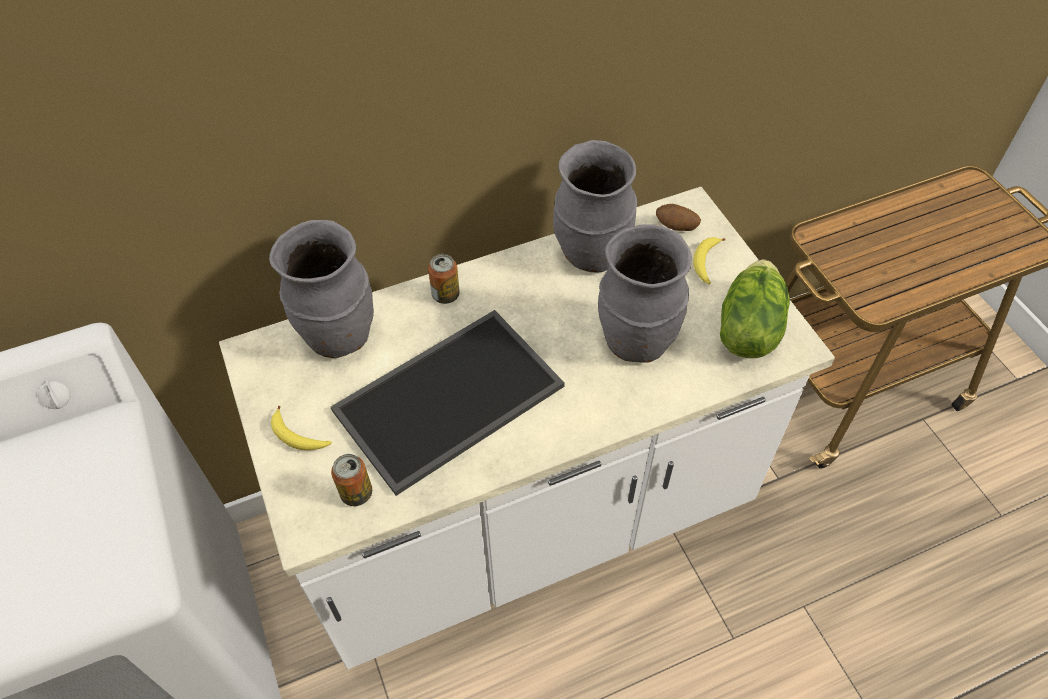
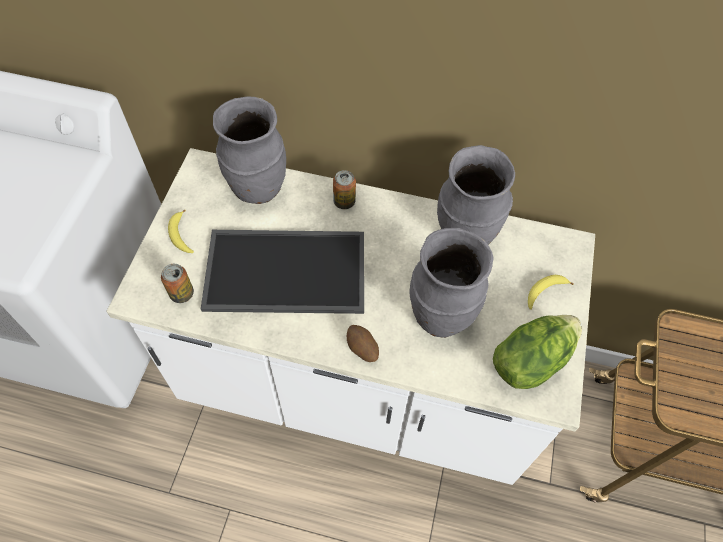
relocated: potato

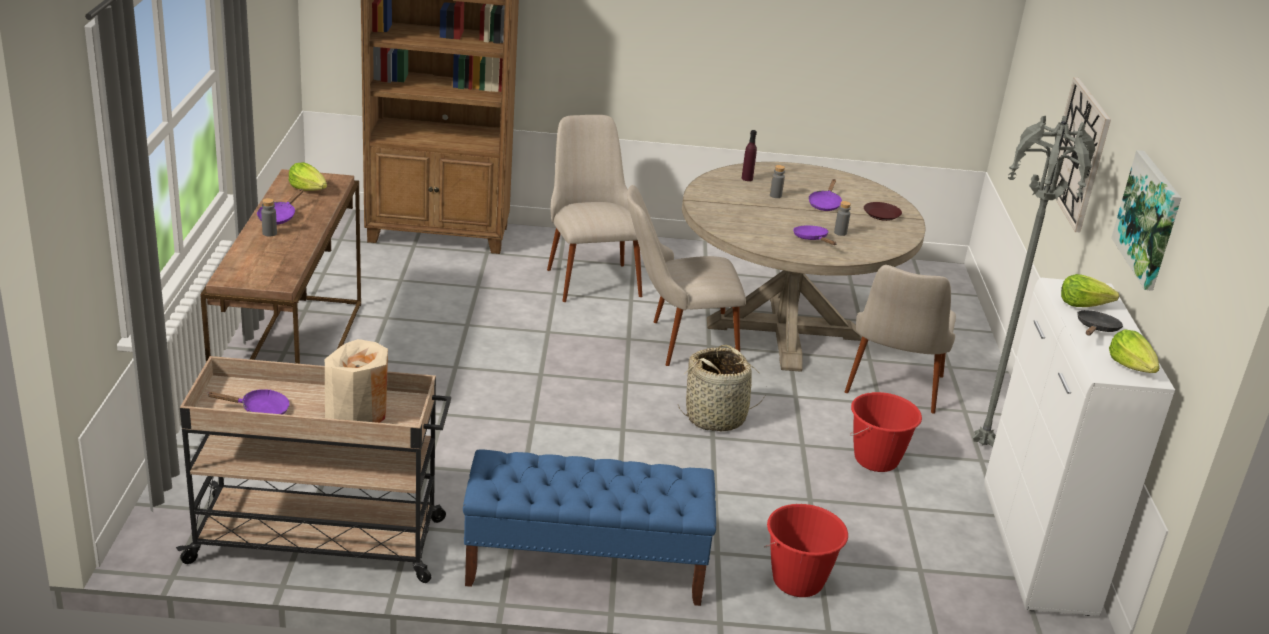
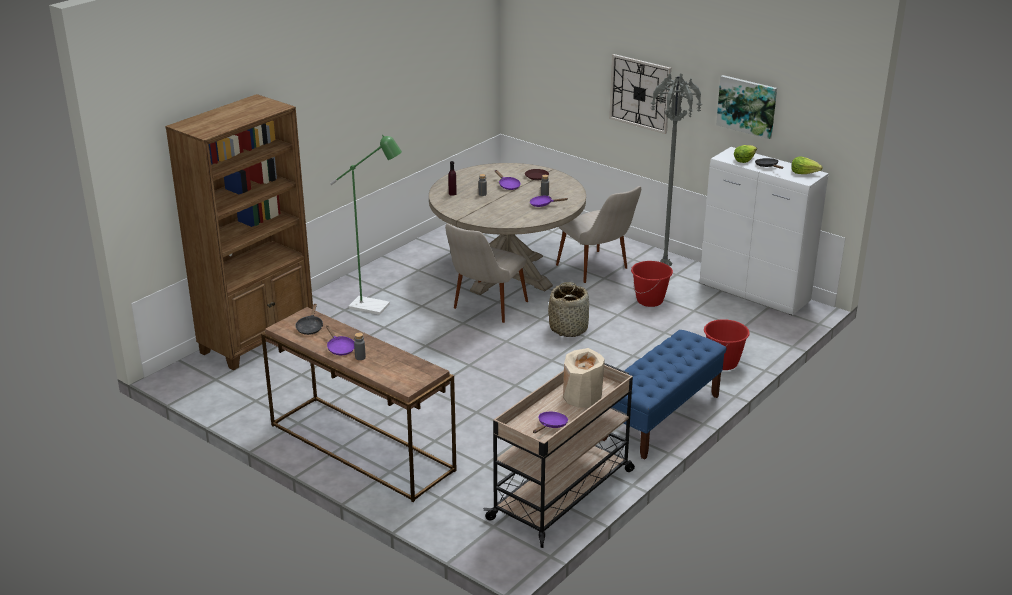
exchanged: lettuce (no. 1 from left) to frying pan (black) (no. 1 from left); chair (beige) (no. 1 from left) to floor lamp (green)

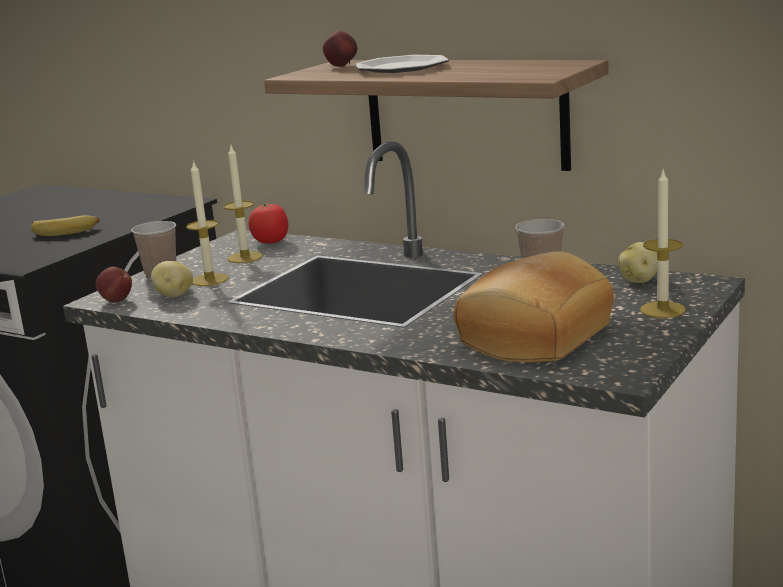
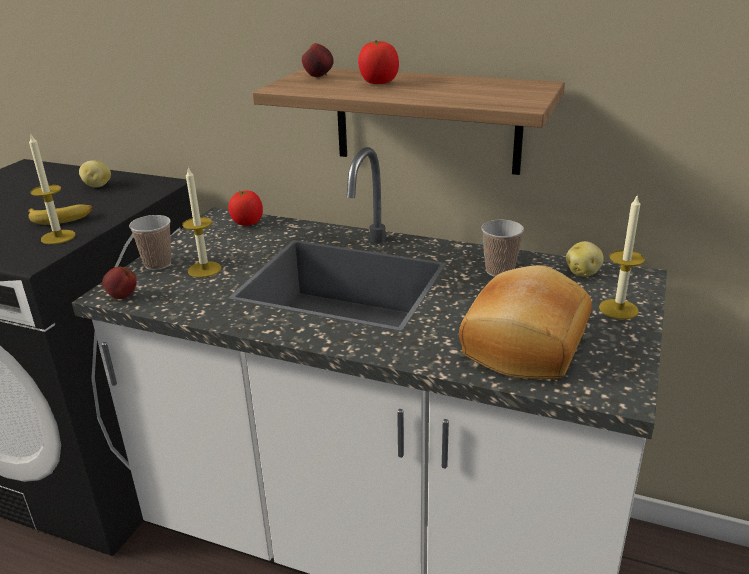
relocated: potato (no. 1 from left); candle (no. 2 from left in the first image) to candle (no. 1 from left)
exchanged: plate to tomato (no. 2 from left)

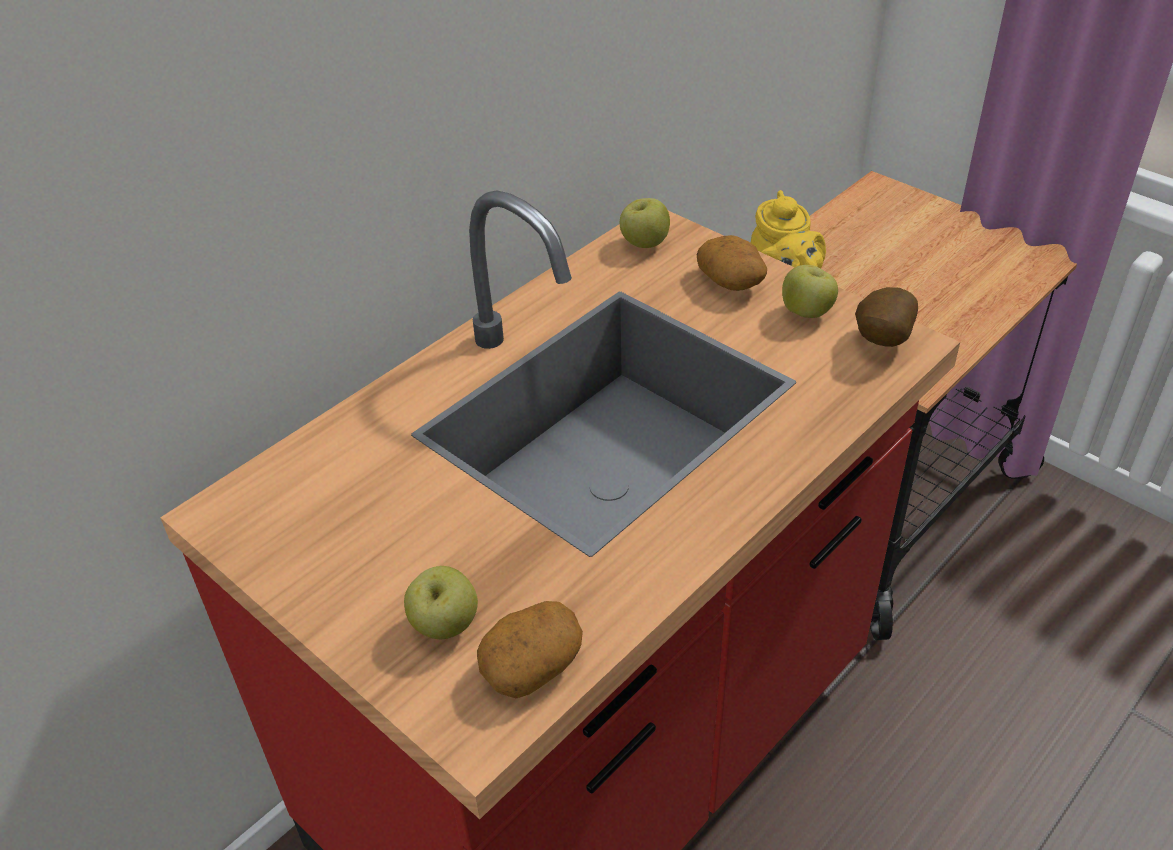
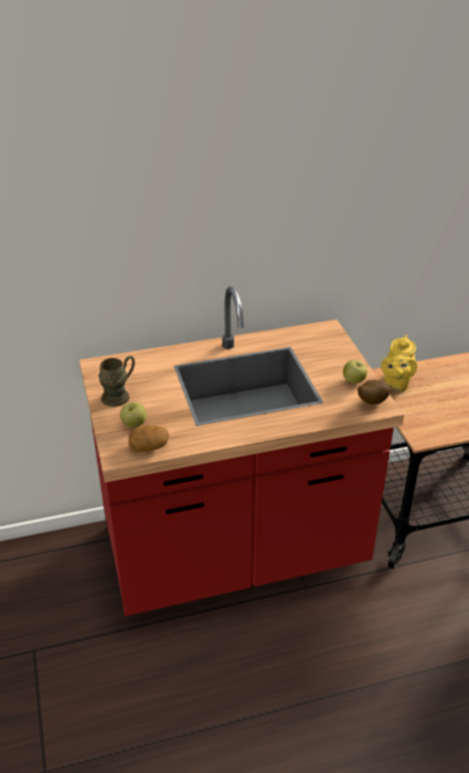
missing: apple (no. 2 from left); potato (no. 2 from left)
appeared: mug (brown)

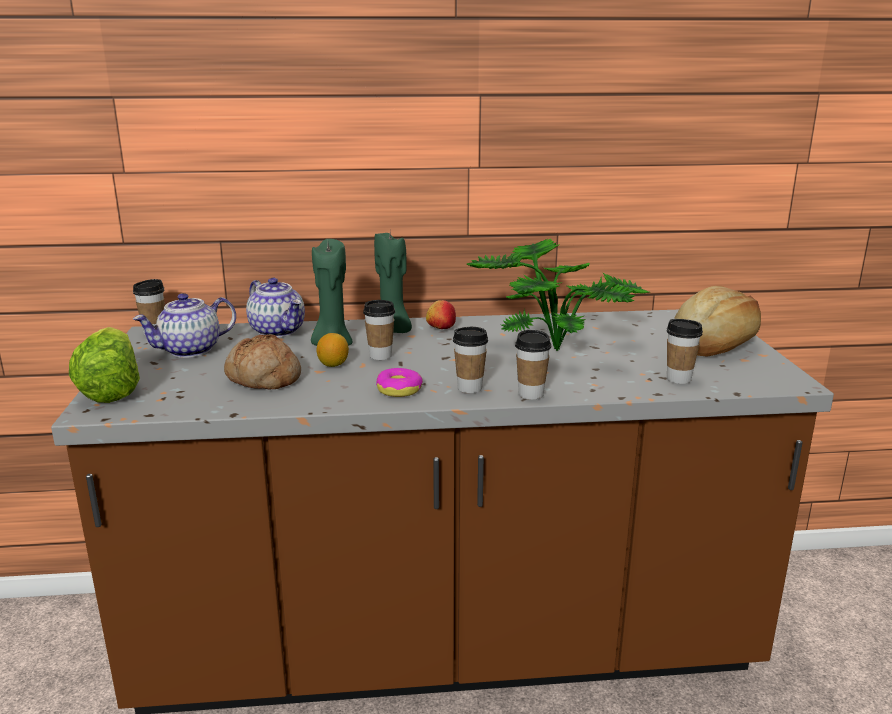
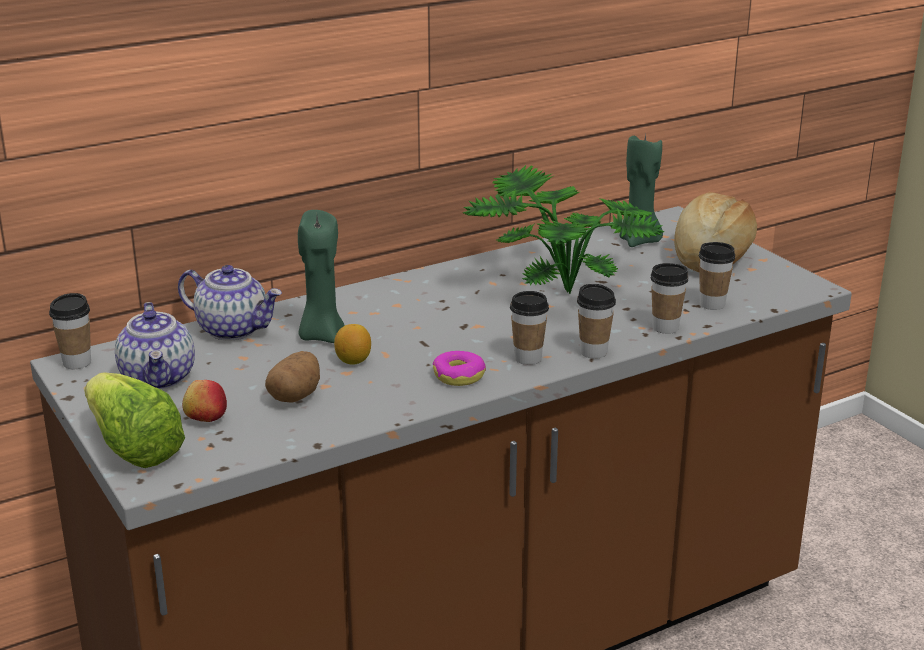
relocated: cup (no. 2 from left in the first image) to cup (no. 4 from left); candle (green) (no. 2 from left); apple
exchanged: bread (no. 1 from left) to potato
spun: teapot (no. 1 from left) 45 degrees counterclockwise

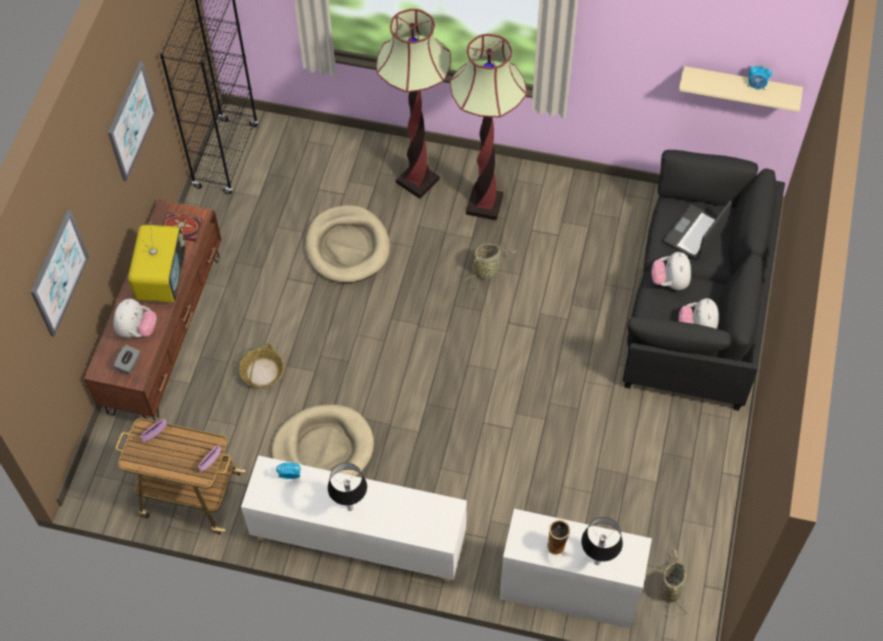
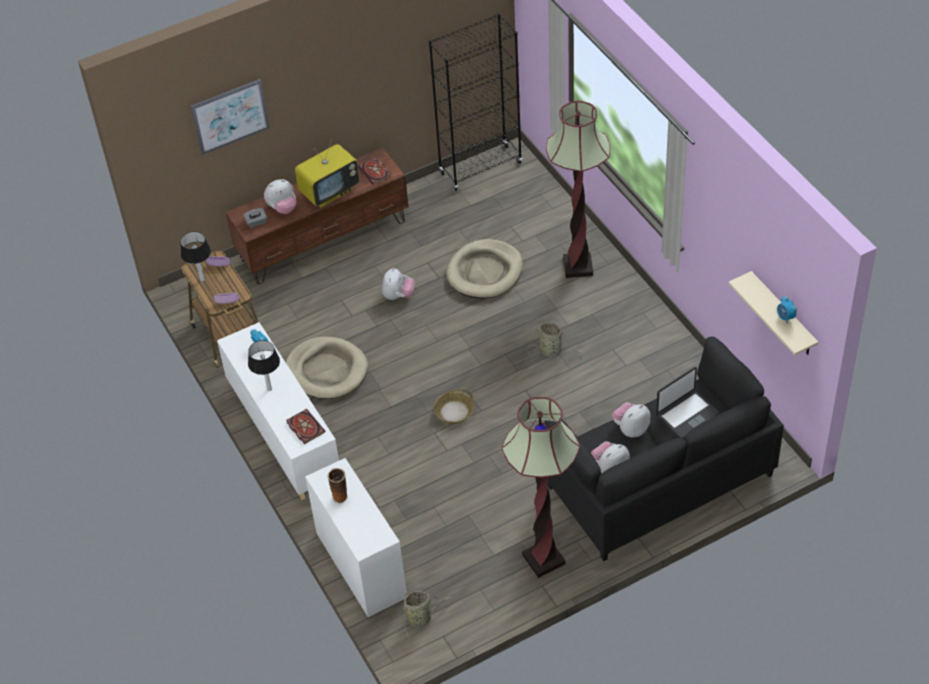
missing: picture (no. 2 from left)
appeared: book (no. 1 from left); plush toy (no. 2 from left)
relocated: basket (no. 1 from left in the first image) to basket (no. 2 from left); floor lamp (no. 2 from left in the first image) to floor lamp (no. 1 from left); table lamp (no. 2 from left in the first image) to table lamp (no. 1 from left)
spun: laptop 150 degrees clockwise

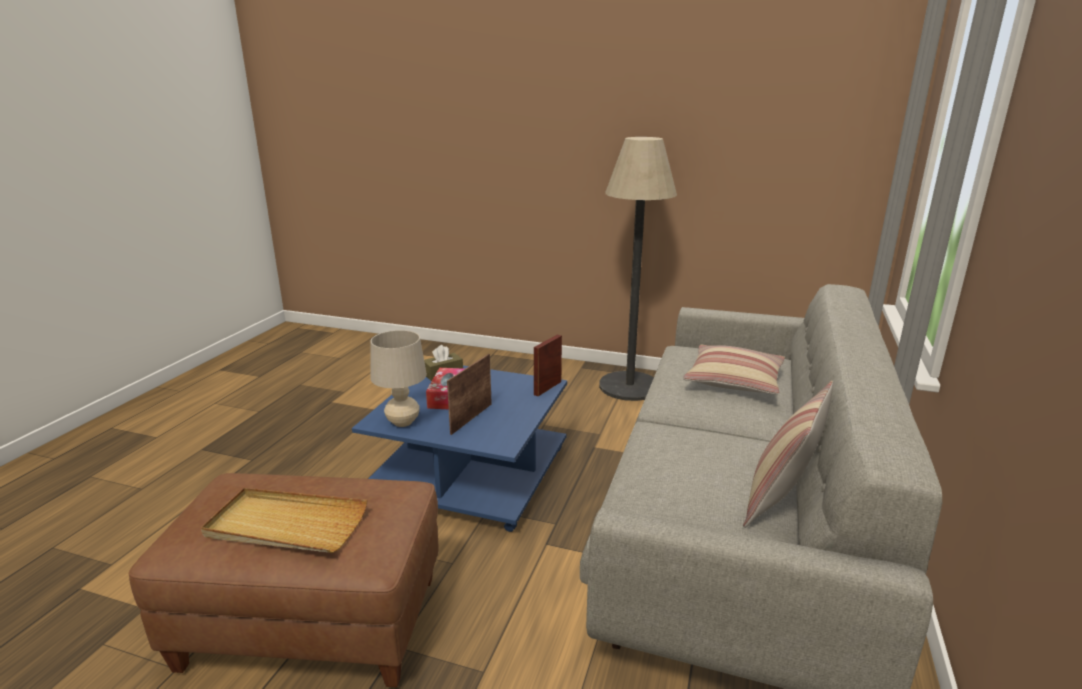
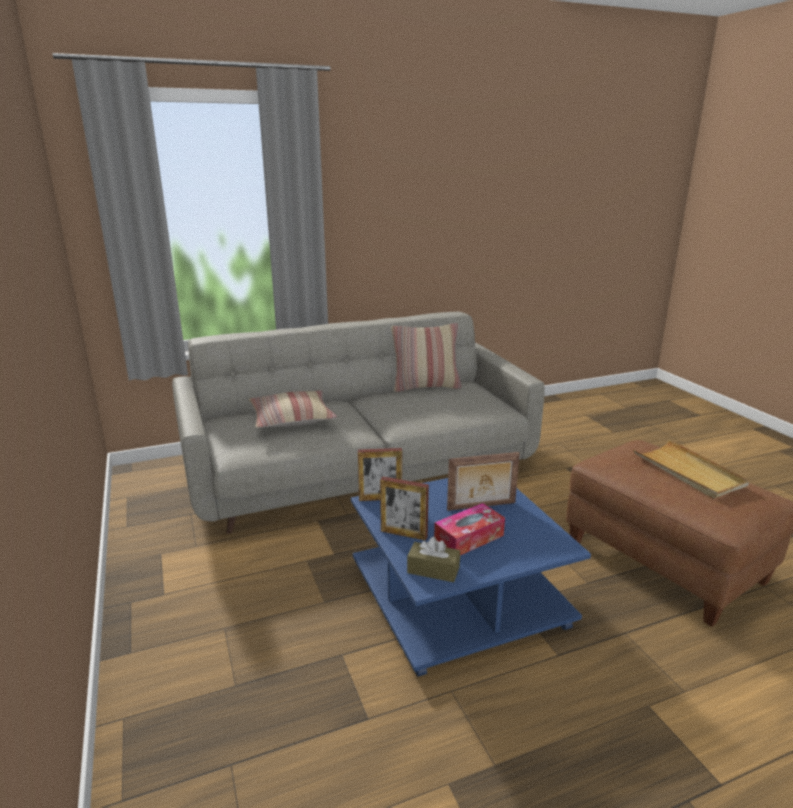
missing: table lamp (beige); floor lamp
appeared: picture frame (no. 2 from left)

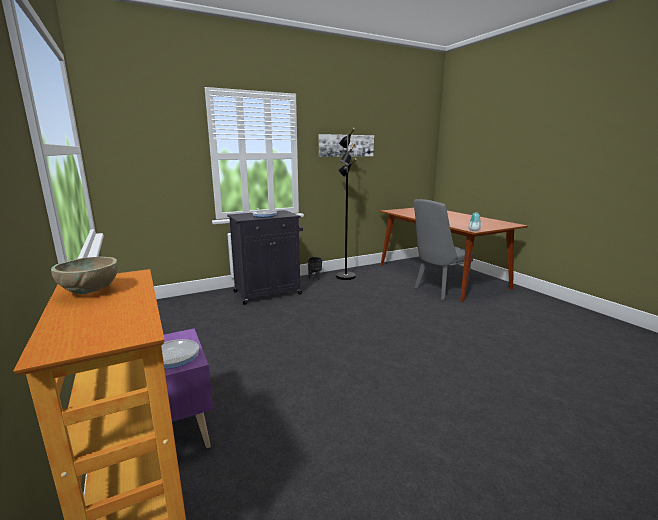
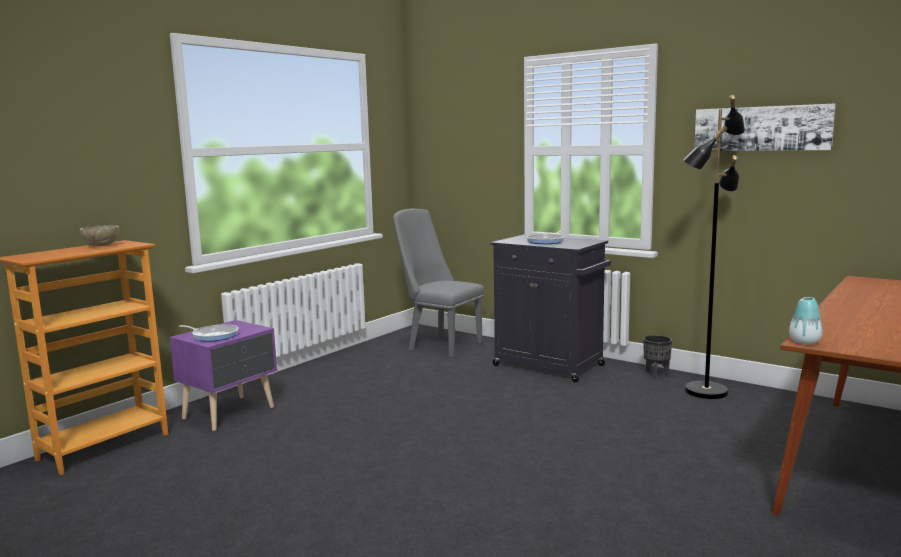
relocated: chair (grey)

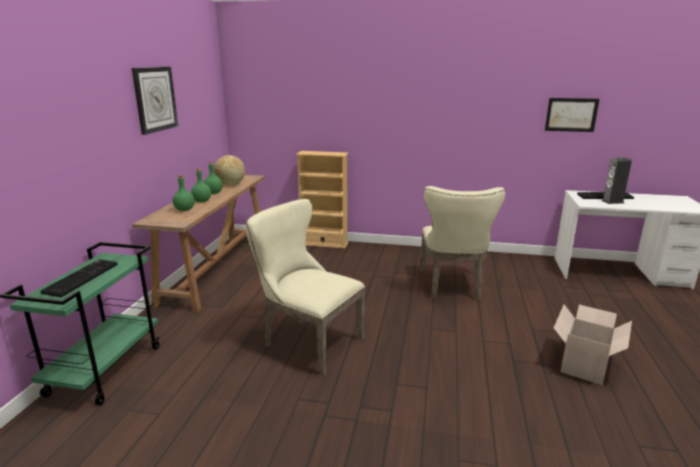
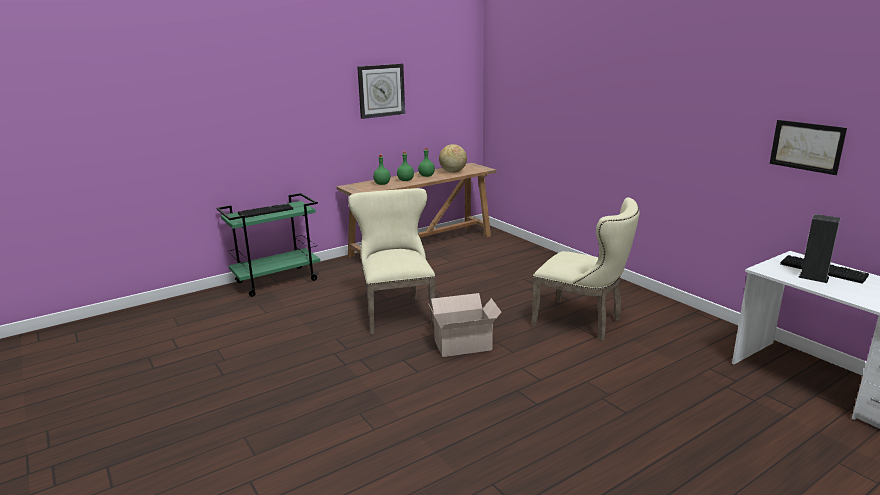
missing: bookcase (beige)
relocated: cardboard box
spun: chair (beige) (no. 2 from left) 105 degrees counterclockwise

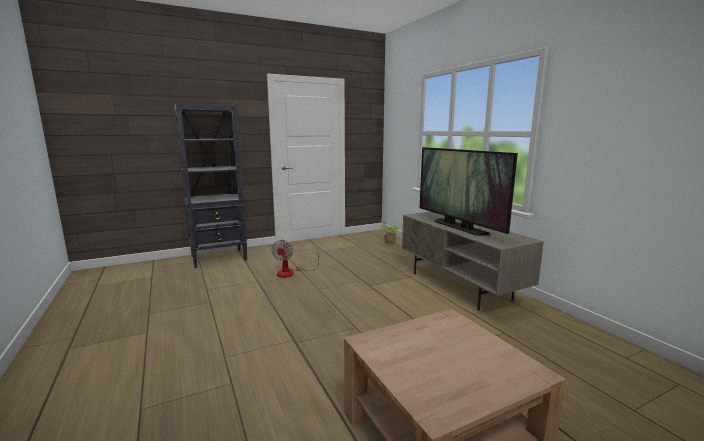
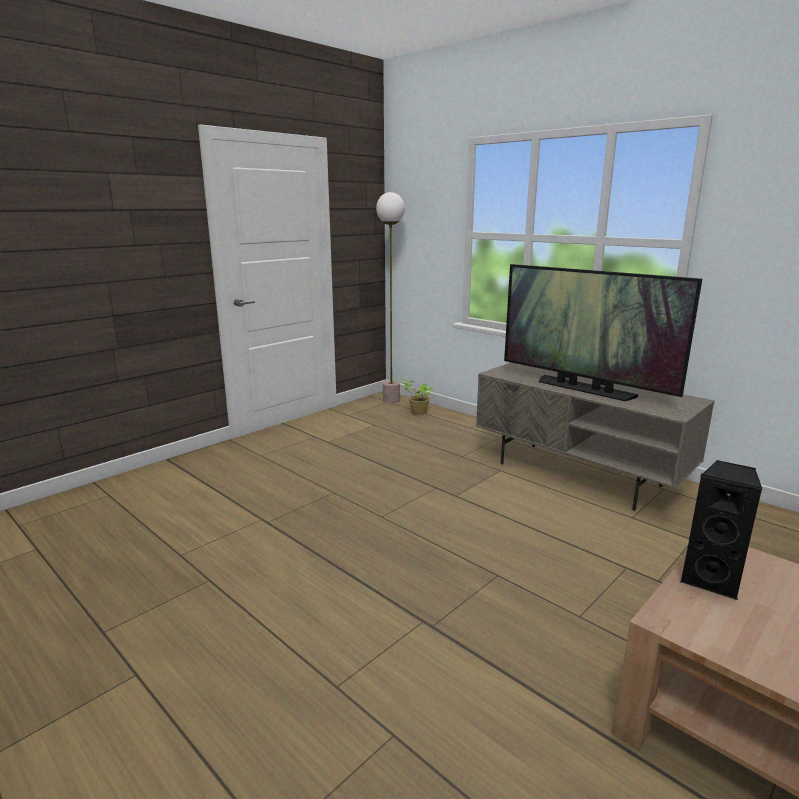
missing: bookcase (black); fan
appeared: floor lamp; speaker (black)

